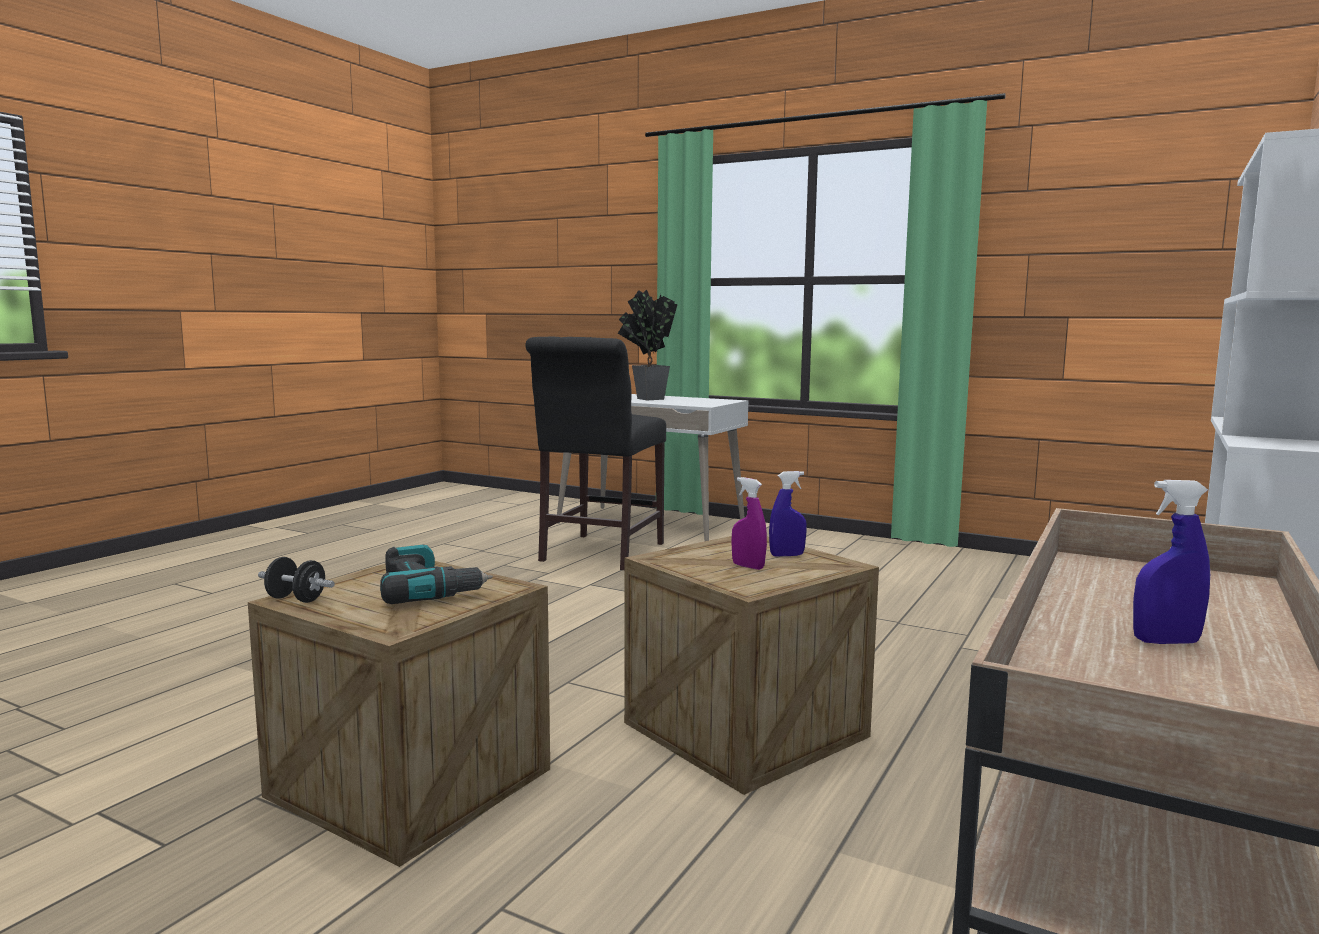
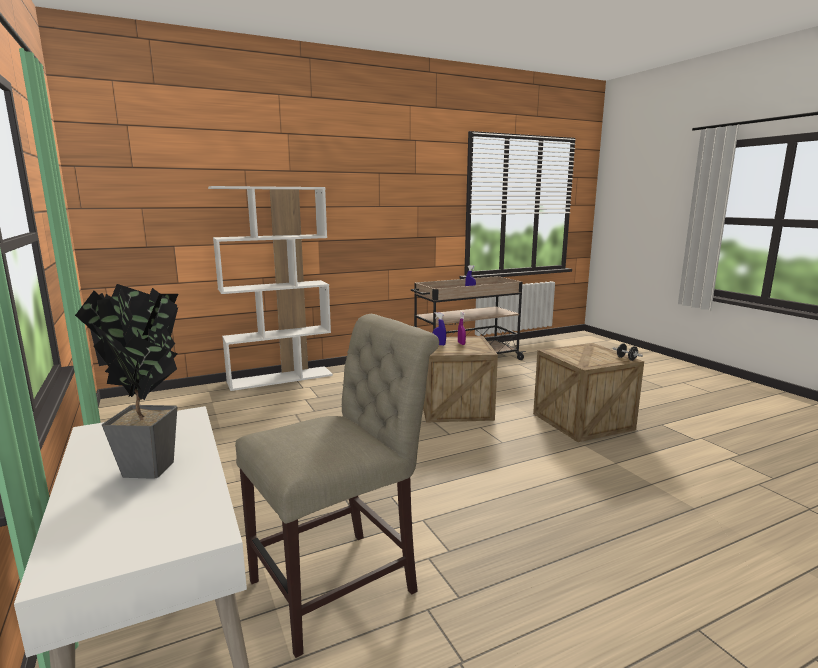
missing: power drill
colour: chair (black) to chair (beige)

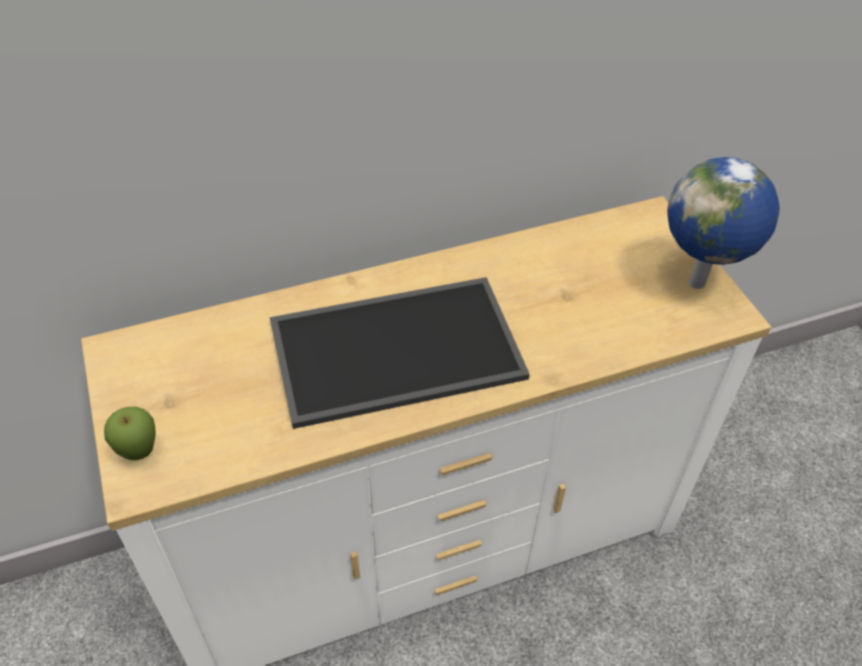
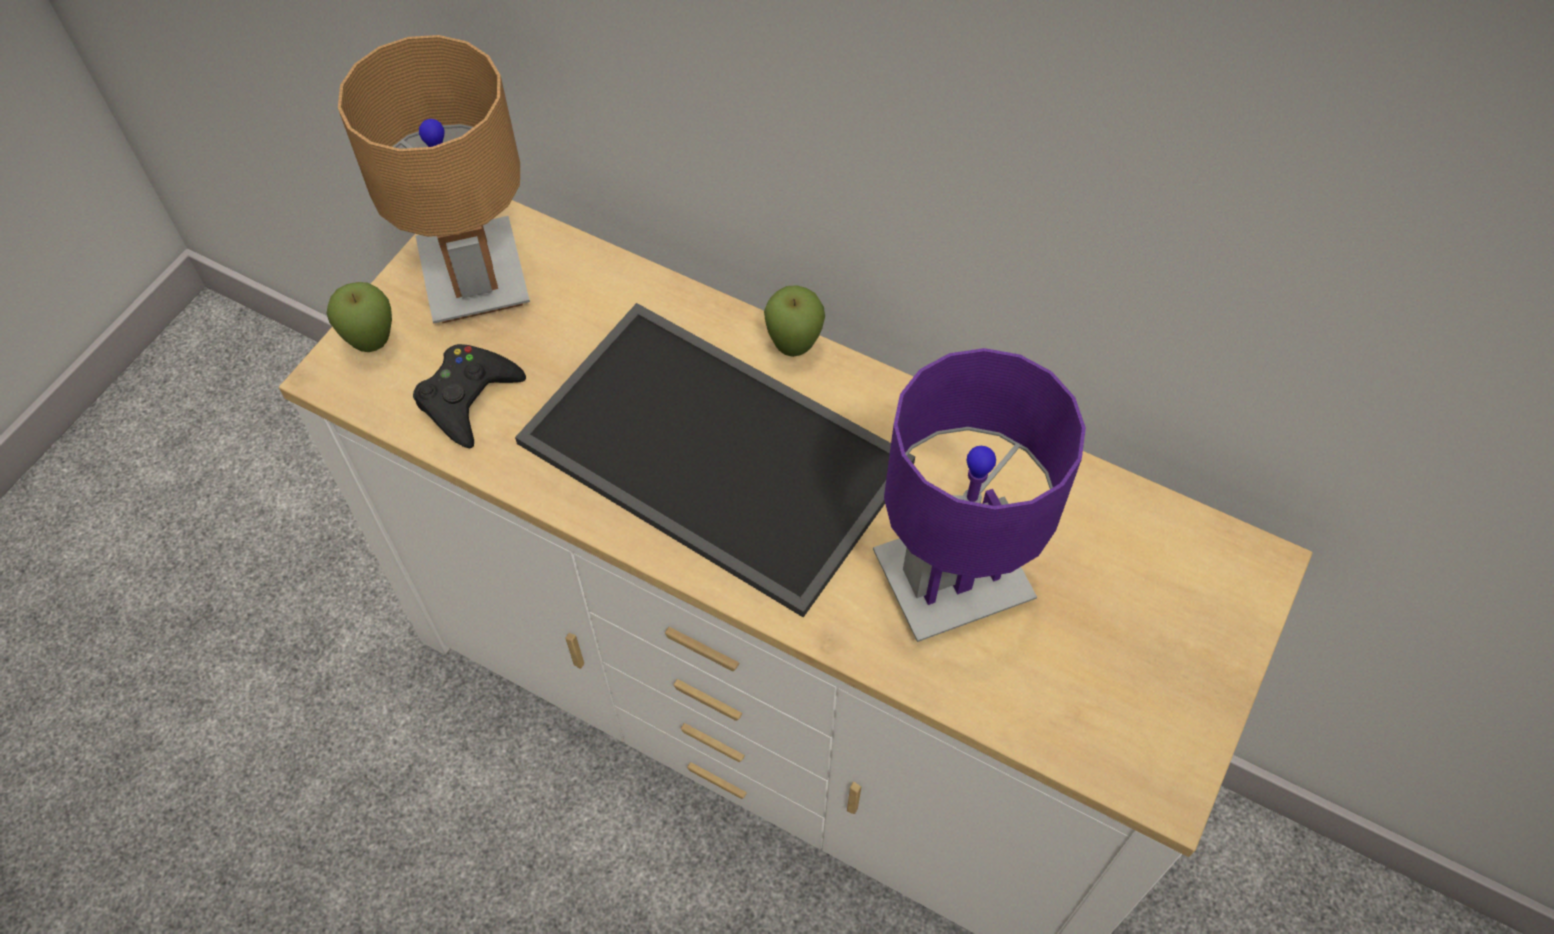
missing: globe
appeared: table lamp (brown); game controller (black); apple (no. 2 from left); table lamp (purple)

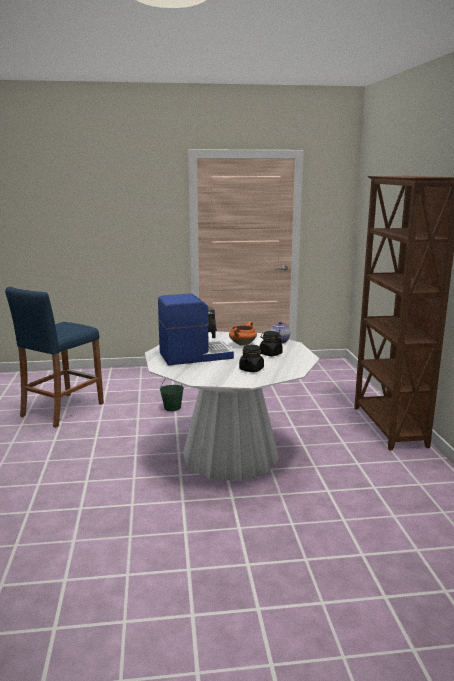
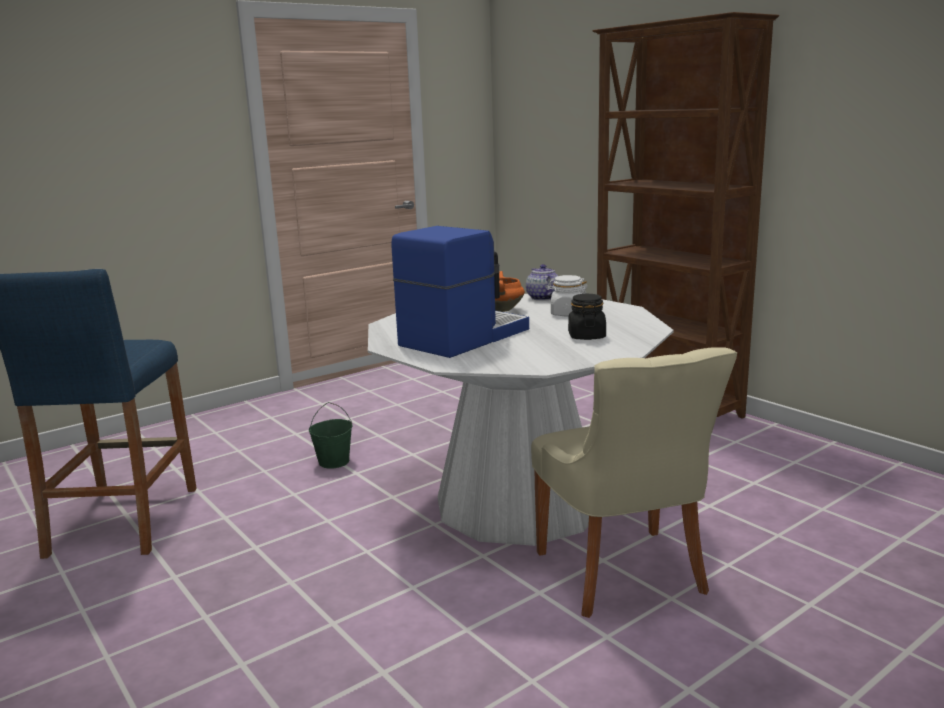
appeared: chair (beige)
colour: jar (black) (no. 2 from left) to jar (white)

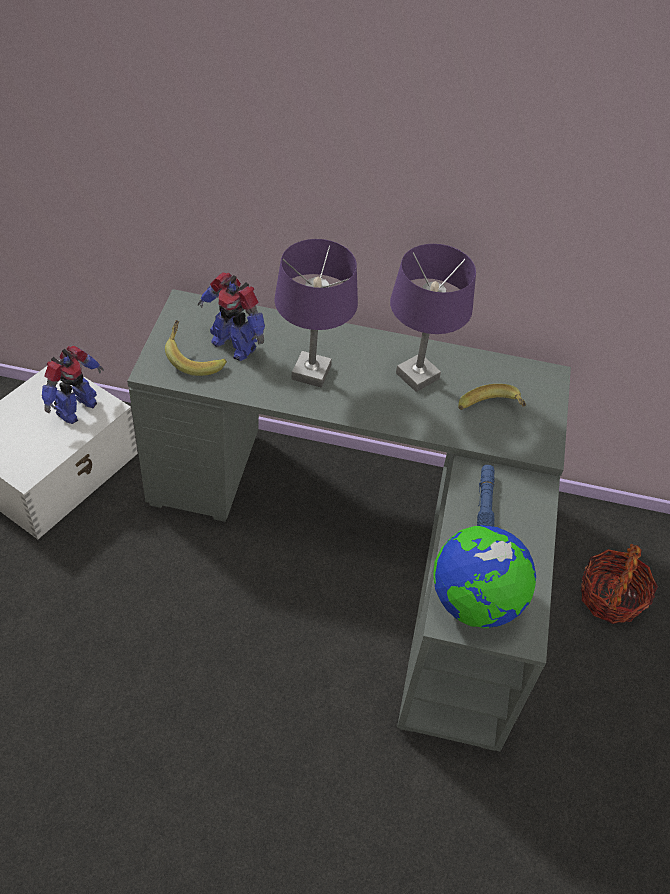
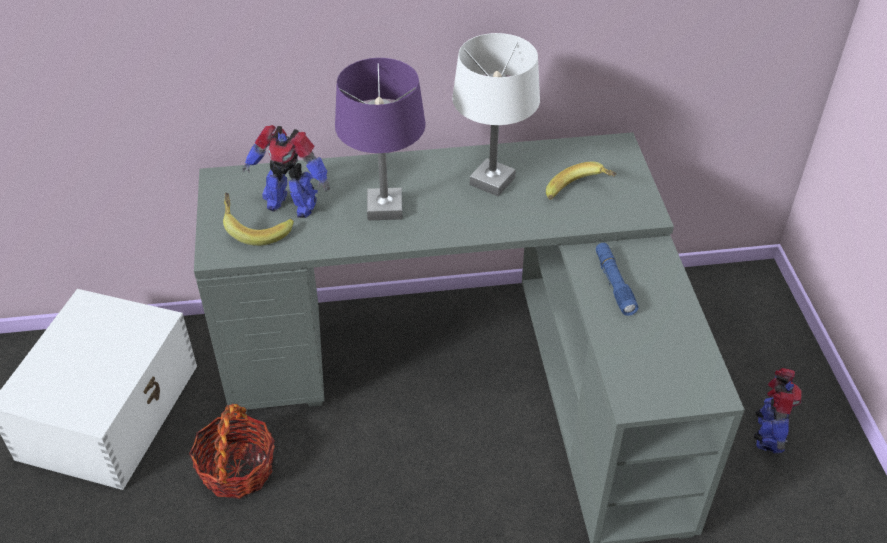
missing: globe
relocated: toy robot (no. 1 from left in the first image) to toy robot (no. 2 from left); basket
colour: table lamp (purple) (no. 2 from left) to table lamp (white)

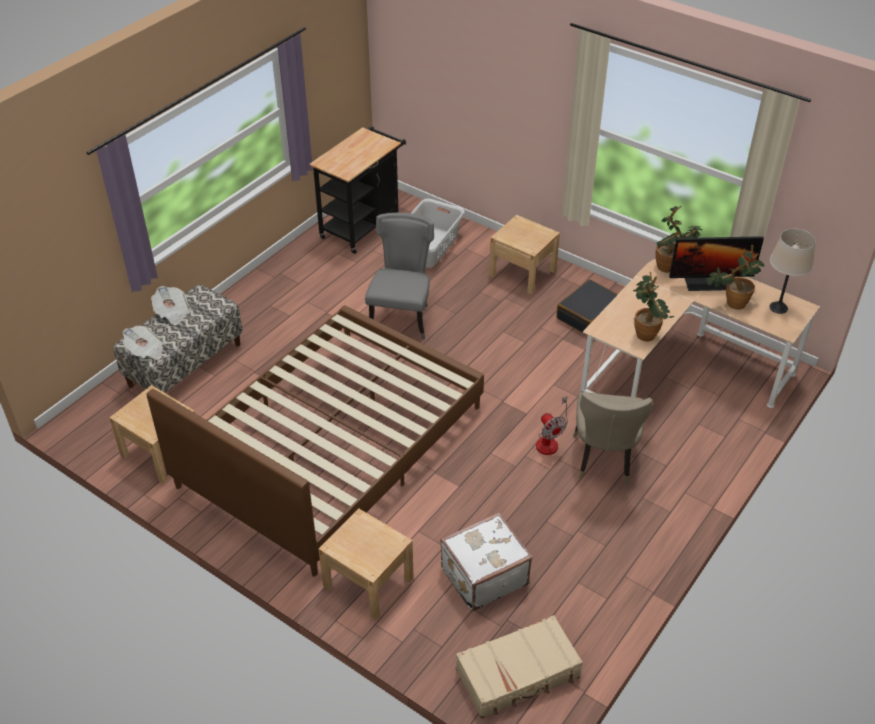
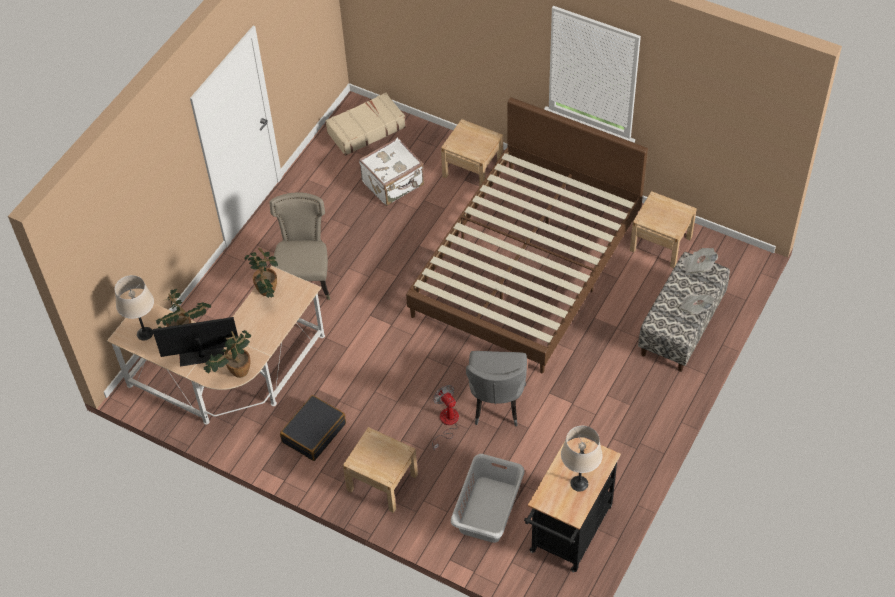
appeared: table lamp (beige) (no. 2 from left)
relocated: fan

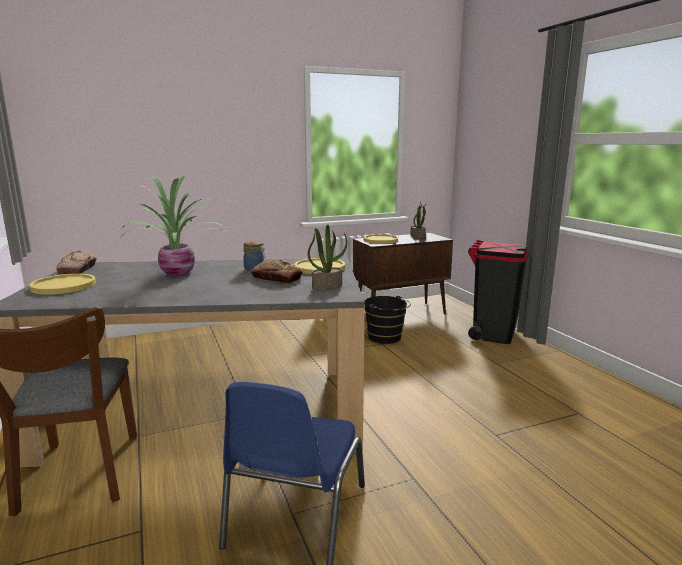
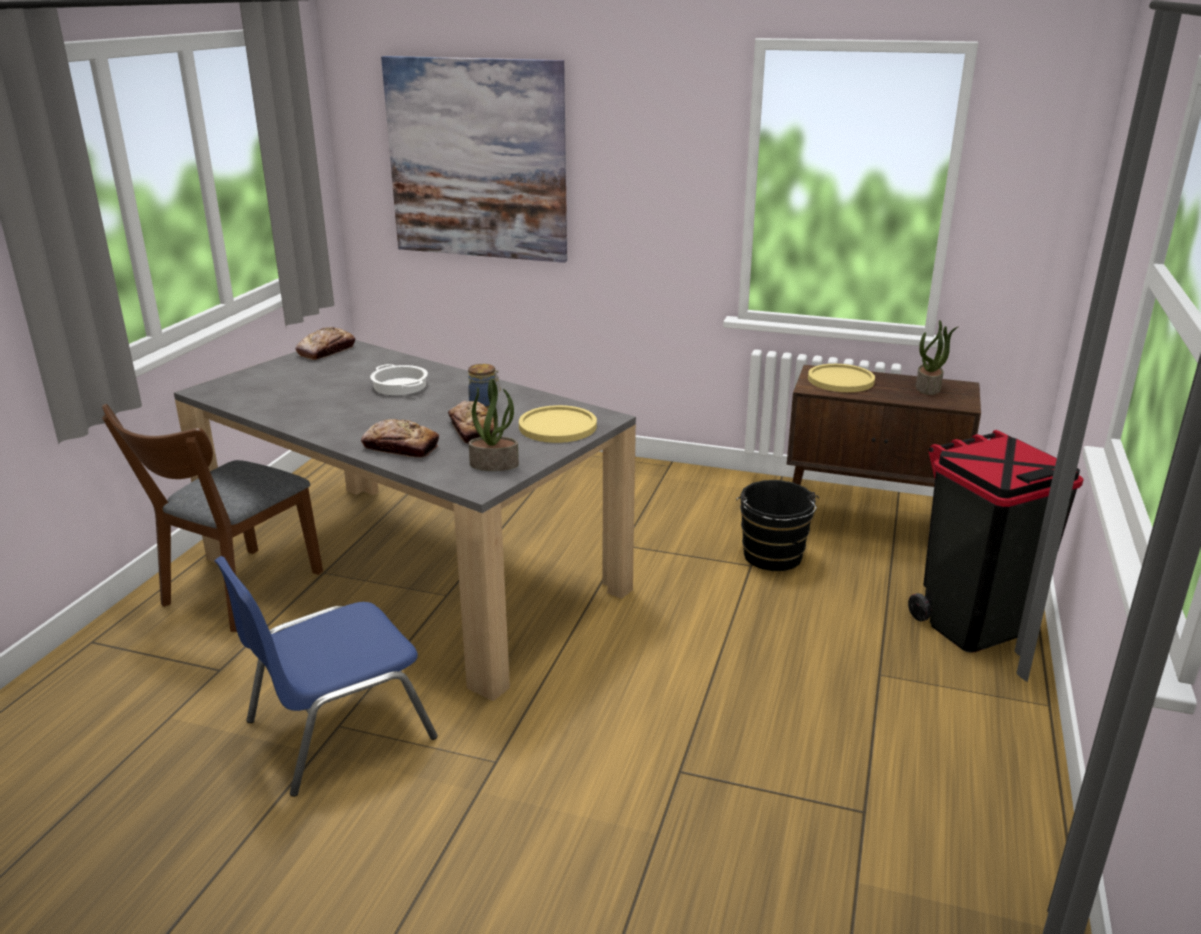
missing: plate (yellow) (no. 1 from left)
appeared: bread (no. 2 from left); picture
exchanged: potted plant (no. 1 from left) to cooking pot

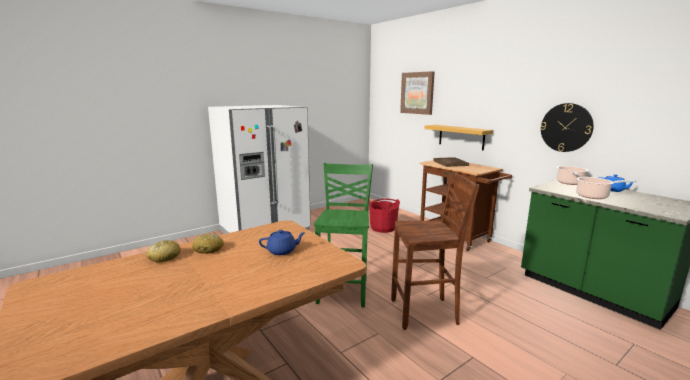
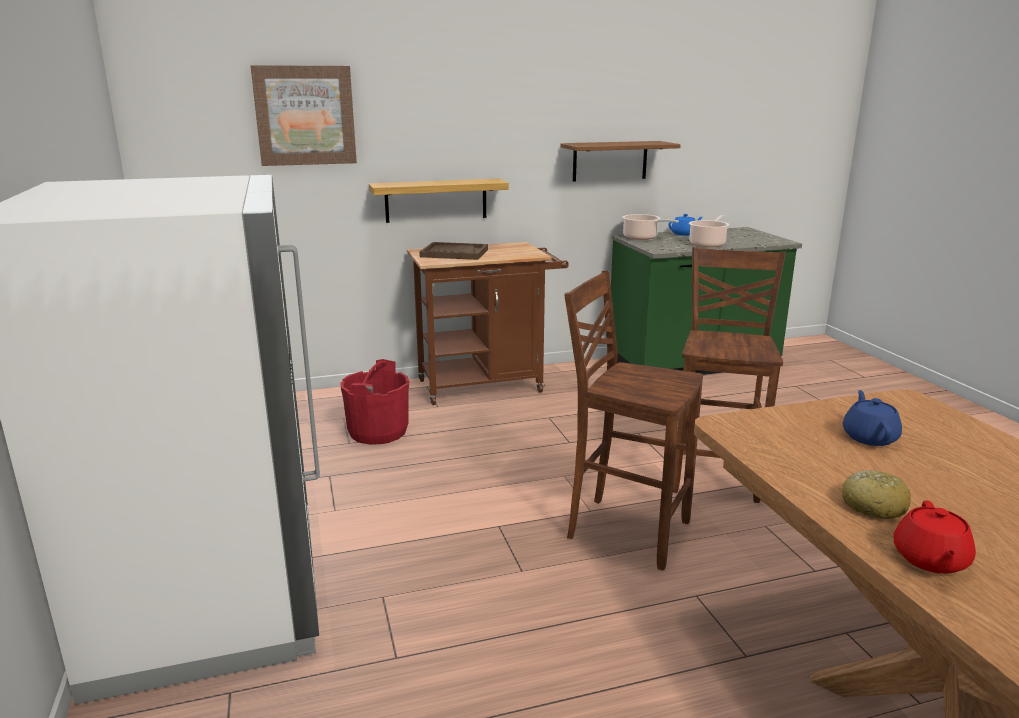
exchanged: bread (no. 1 from left) to teapot (red); wall clock to shelf (no. 2 from left)
colour: stool (green) to stool (brown) (no. 1 from left)

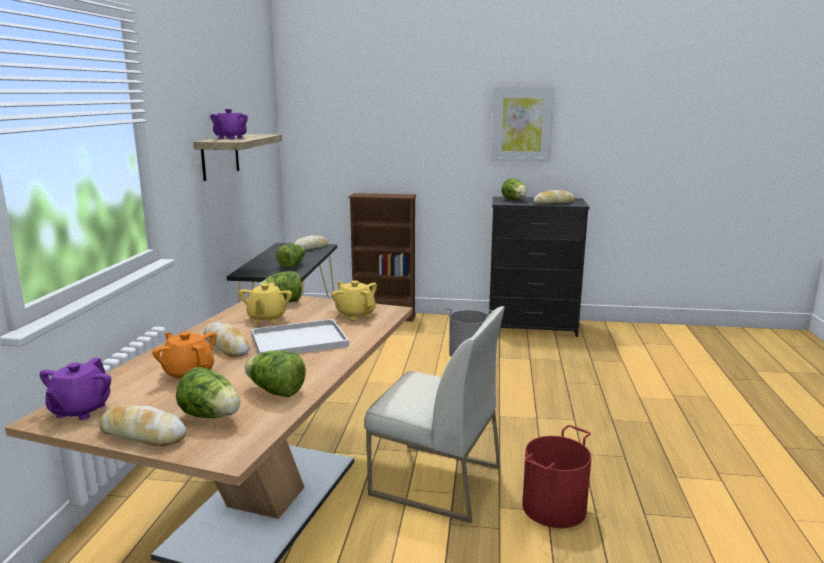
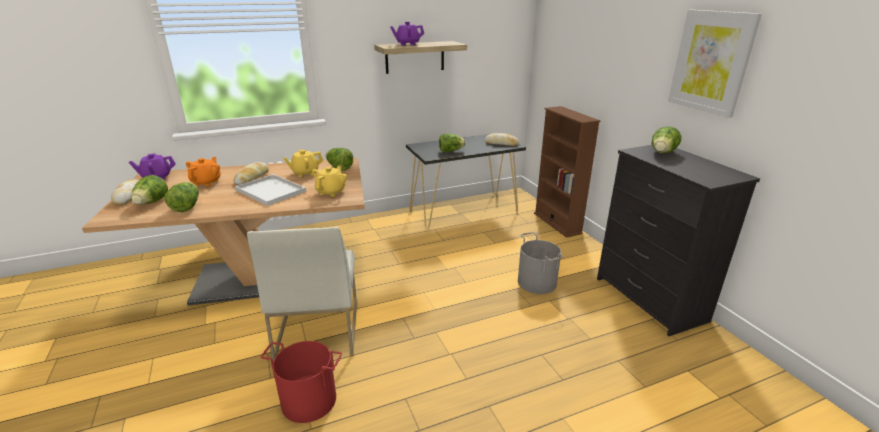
missing: bread (no. 4 from left)

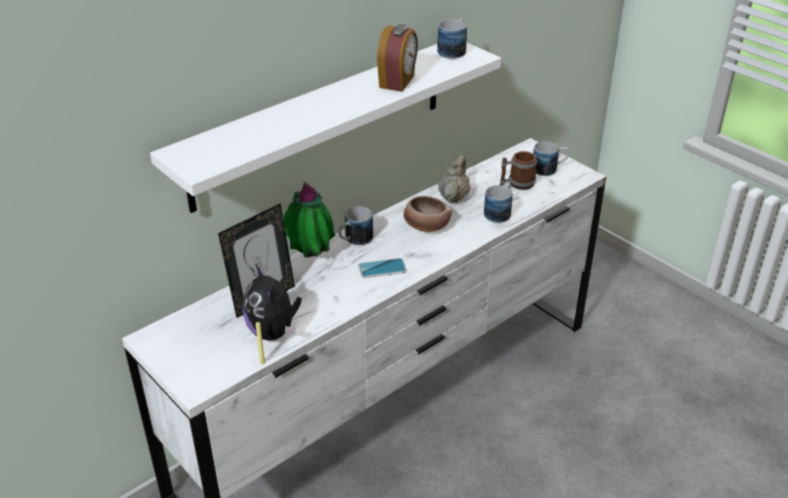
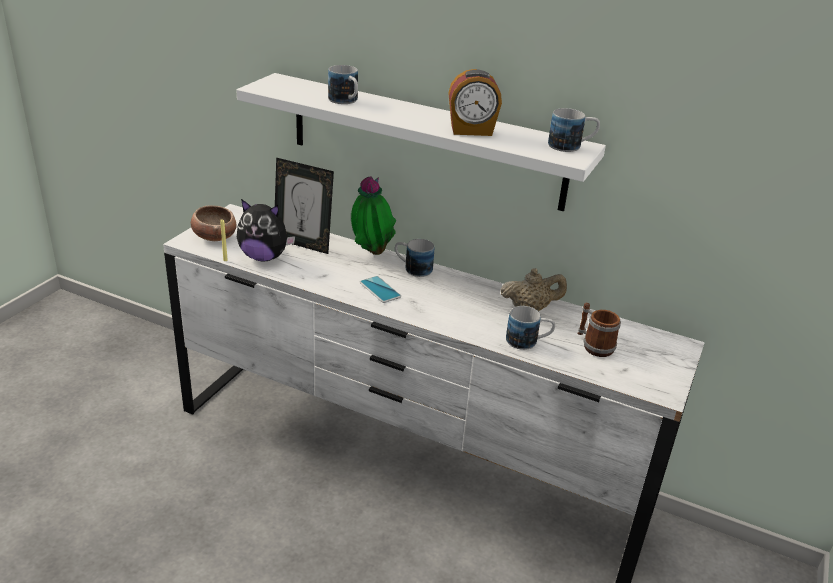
relocated: bowl; mug (no. 5 from left in the first image) to mug (no. 1 from left)
spun: plush toy 120 degrees counterclockwise

